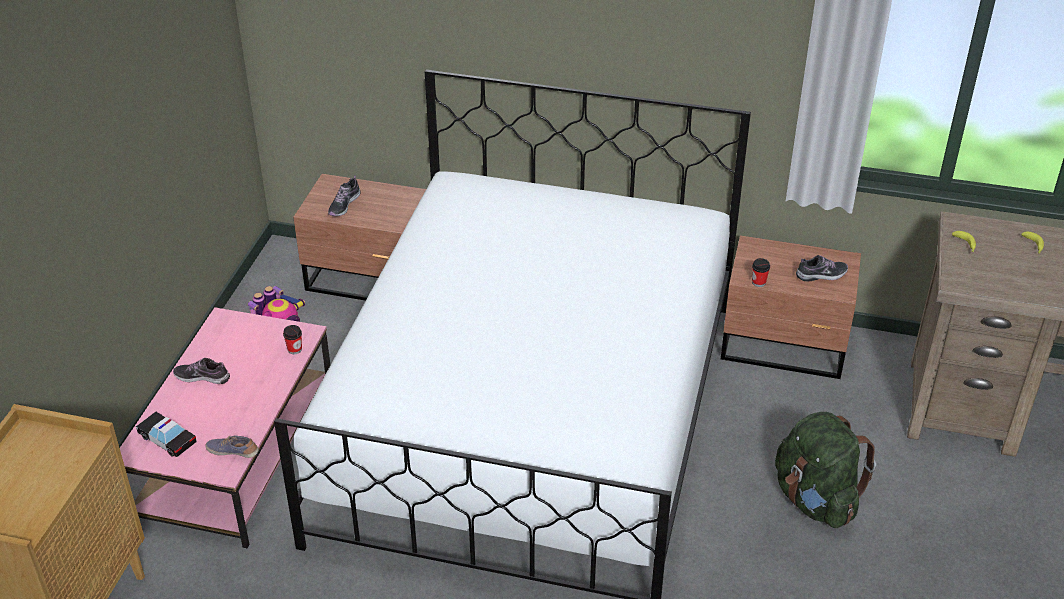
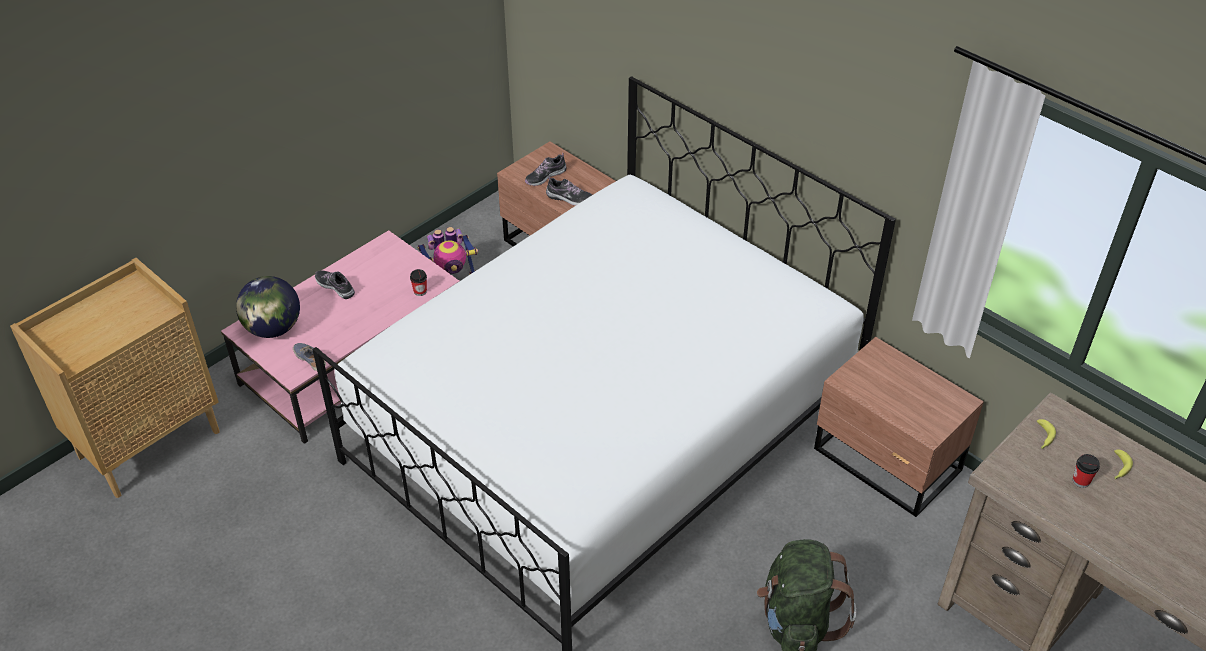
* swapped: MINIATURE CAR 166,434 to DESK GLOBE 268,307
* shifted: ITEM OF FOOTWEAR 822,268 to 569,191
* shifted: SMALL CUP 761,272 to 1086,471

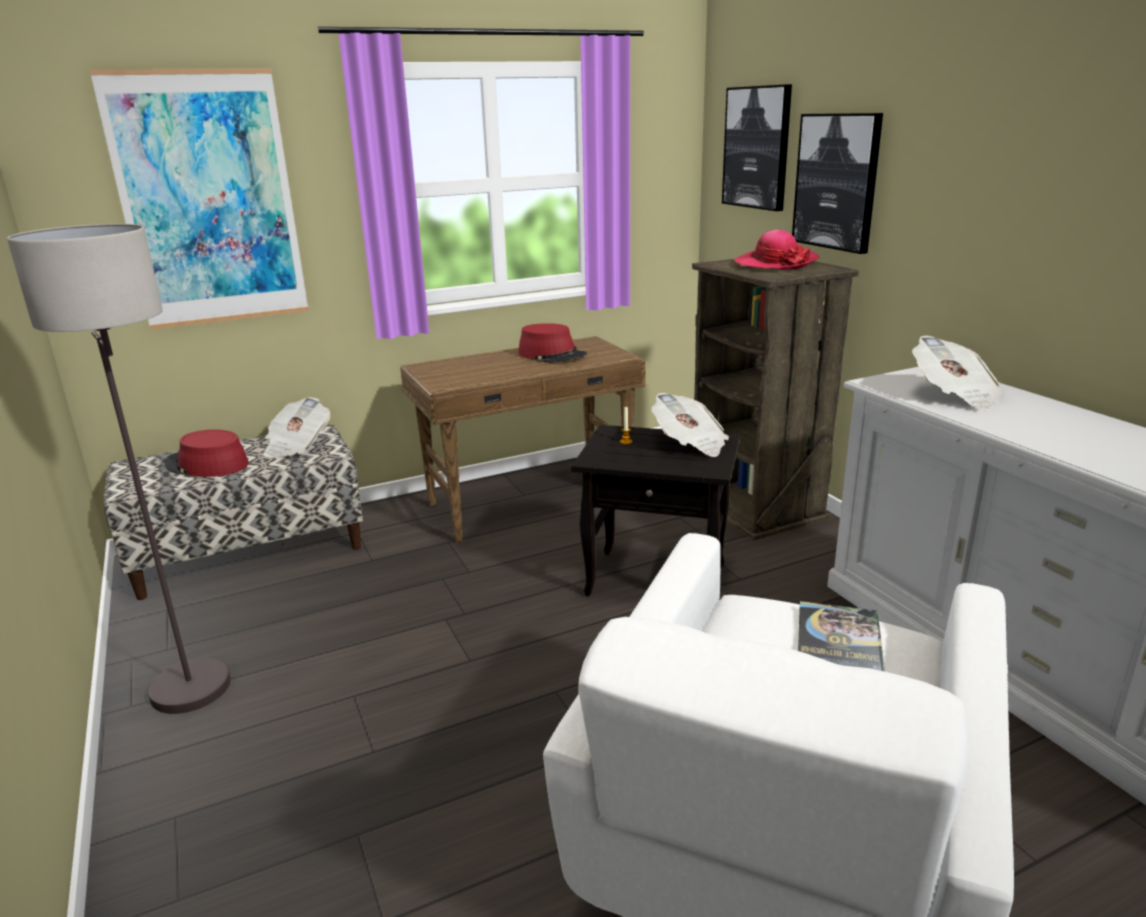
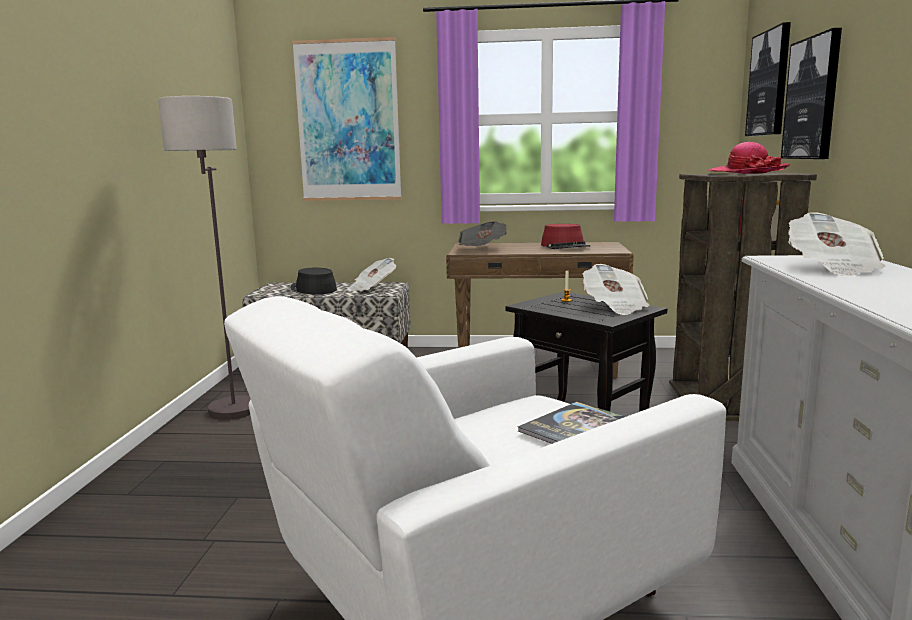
* repainted: REDDISH CLOTHING HAT 207,453 to BLACKISH CLOTHING HAT 313,281
* new: DAILY PAPER 482,233

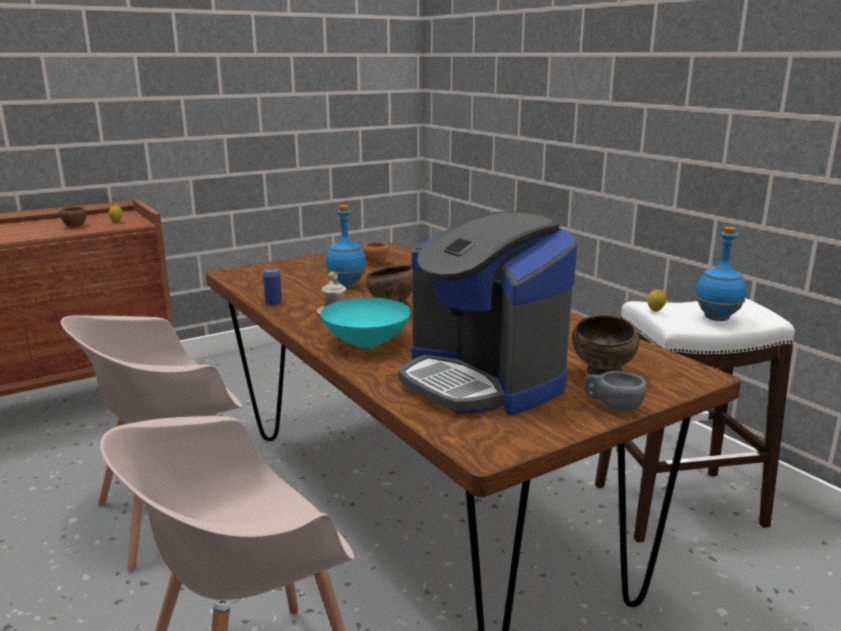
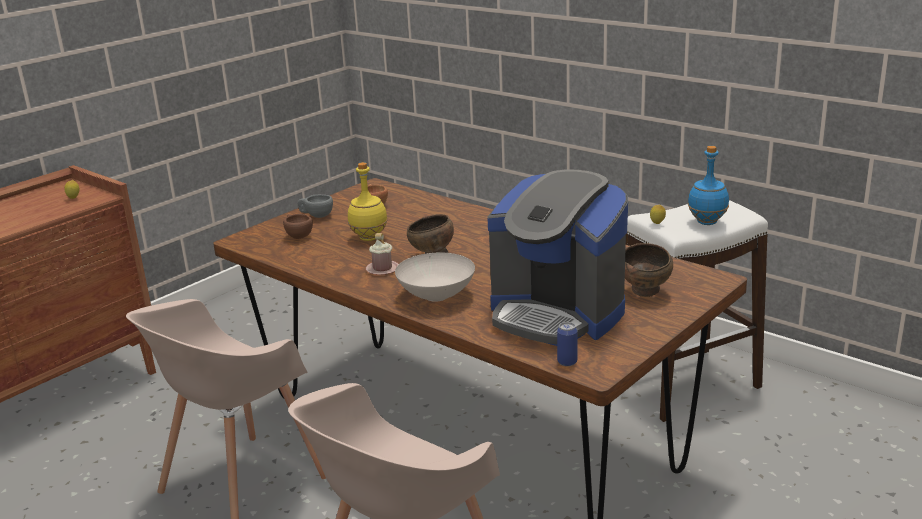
* shifted: BROWNISH SMALL CUP 73,217 to 298,226
* shifted: GREYISH SMALL CUP 615,391 to 315,206
* repainted: BLUISH DRINK BOTTLE 346,246 to YELLOW-COLOURED DRINK BOTTLE 368,201
* repainted: BLUE-GREEN SERVING BOWL 366,323 to WHITE SERVING BOWL 435,277
* shifted: CAN 272,287 to 567,344

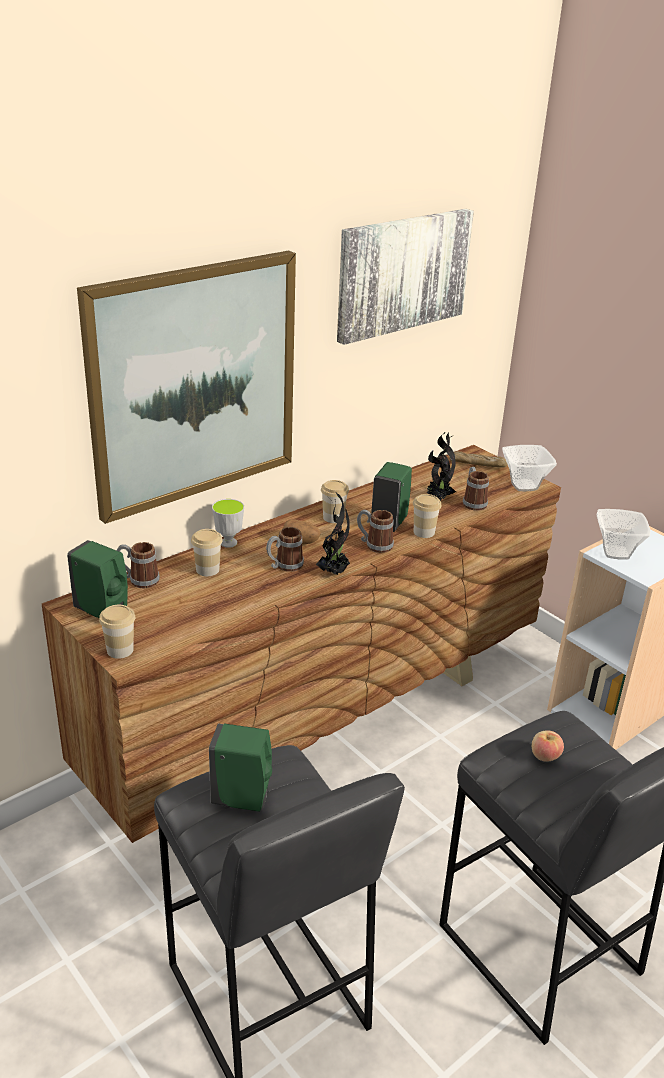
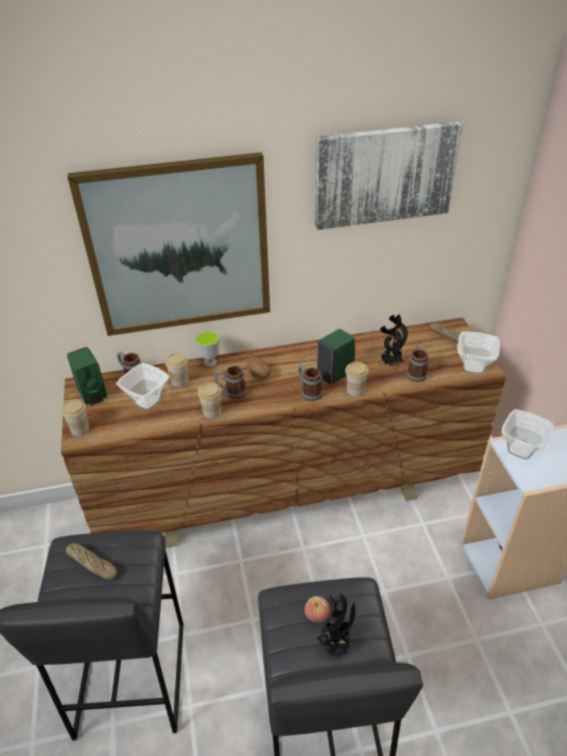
* swapped: GREEN-COLOURED SOAP DISPENSER 240,768 to BAKED BREAD 92,561
* new: SERVING BOWL 143,387
* shifted: SMALL CUP 335,501 to 210,400
* shifted: PLANT IN A POT 333,534 to 336,625

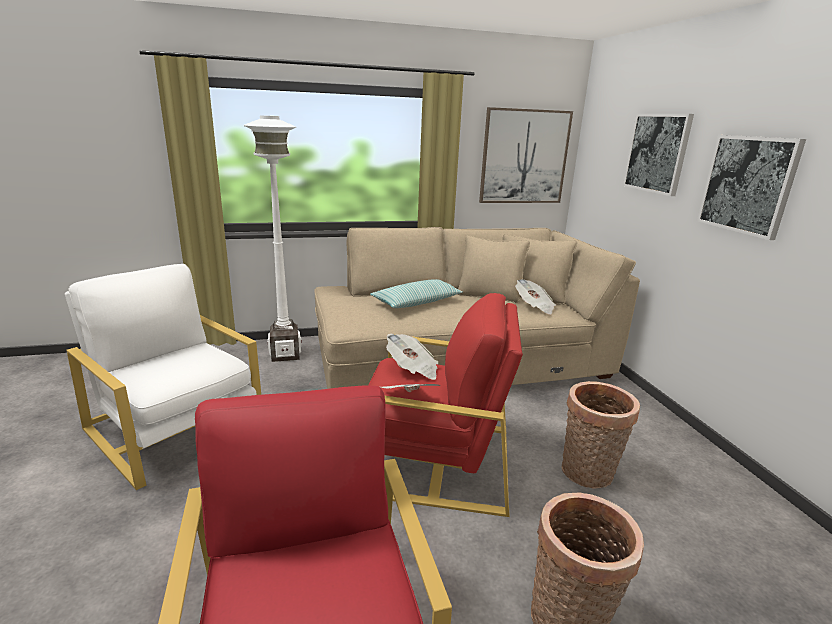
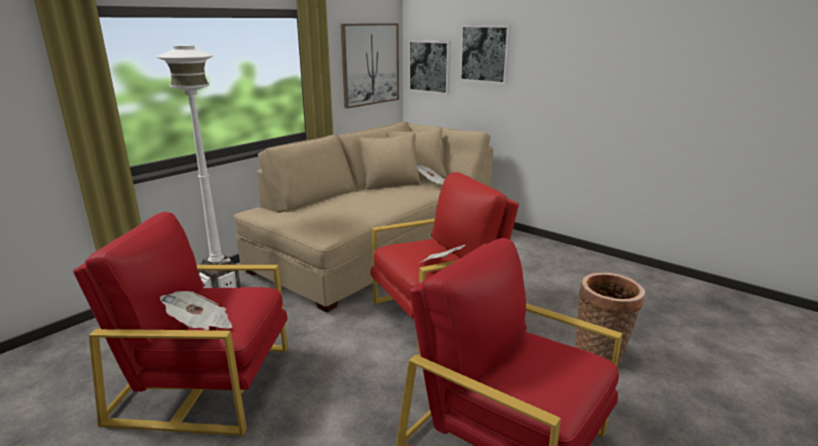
* repainted: WHITE LOUNGE CHAIR 163,377 to REDDISH LOUNGE CHAIR 180,324
* shifted: DAILY PAPER 412,356 to 196,310
* shifted: WALL PICTURE 751,187 to 430,67
* gone: PILLOW 416,293
* gone: BASKET 601,435

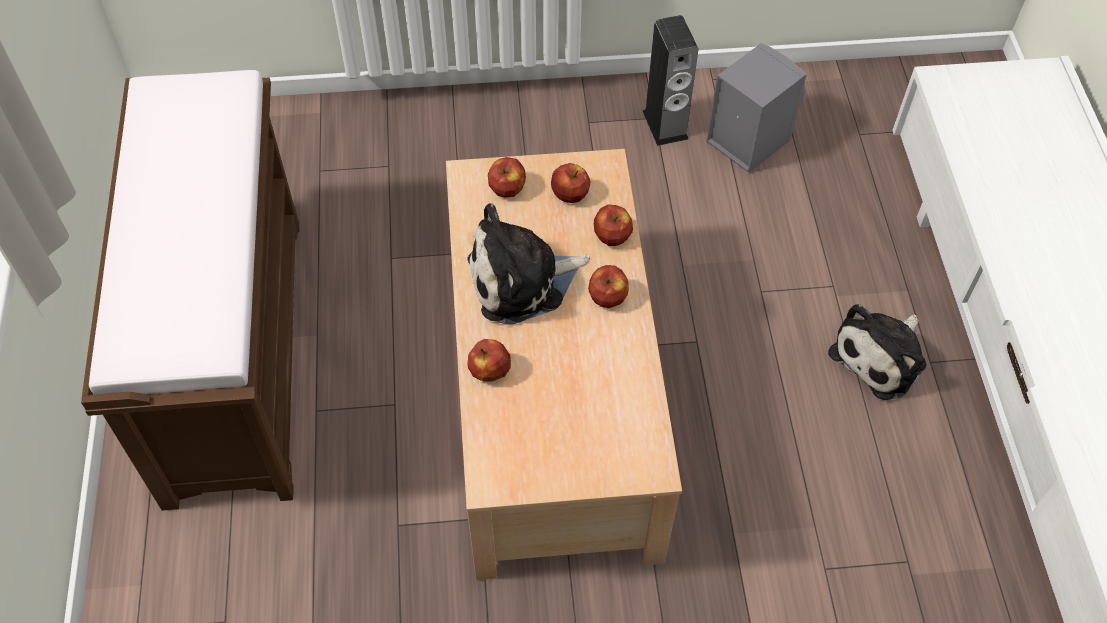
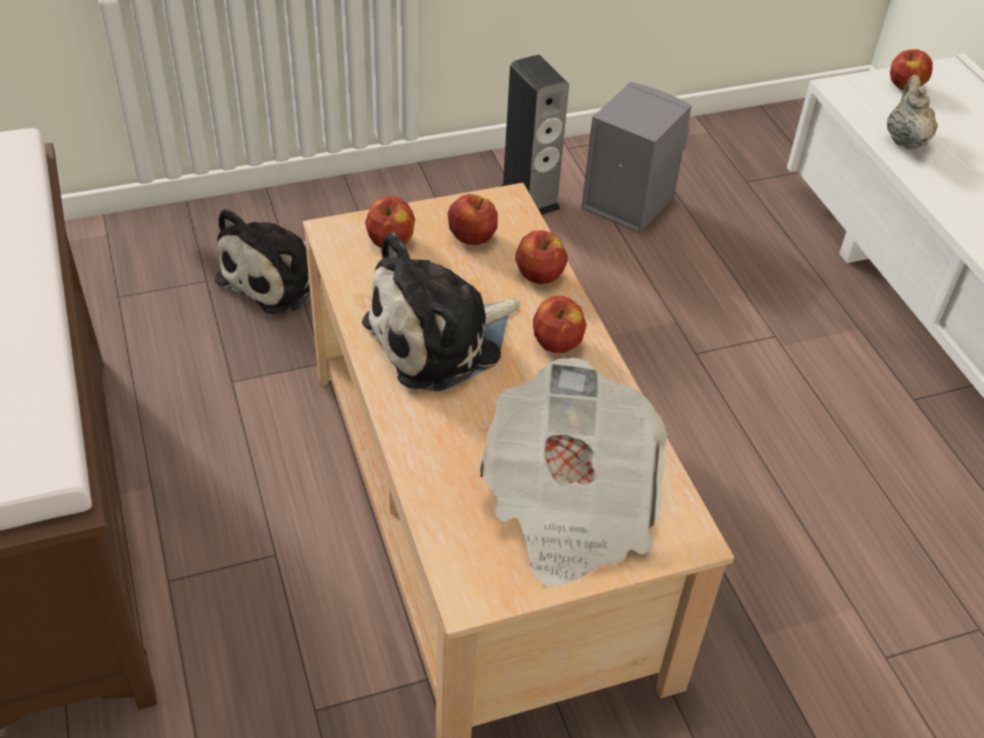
* shifted: SOFT TOY 877,352 to 263,261
* new: DAILY PAPER 573,472
* new: SAND-COLOURED TEAPOT 912,112
* shifted: APPLE FRUIT 489,360 to 911,69

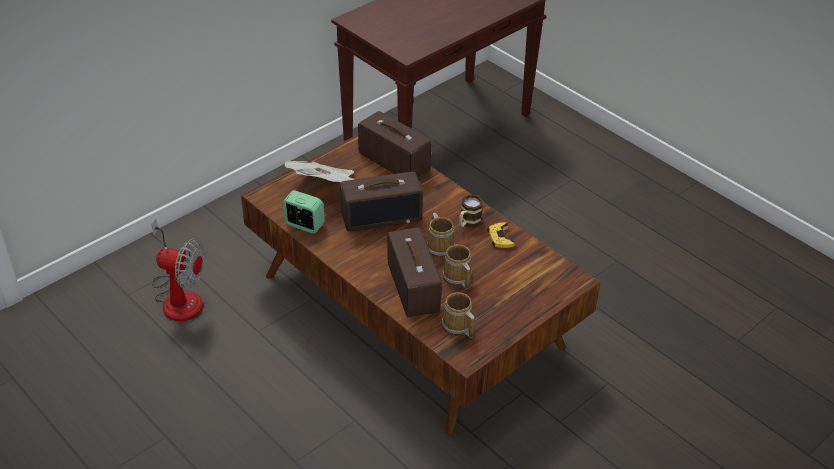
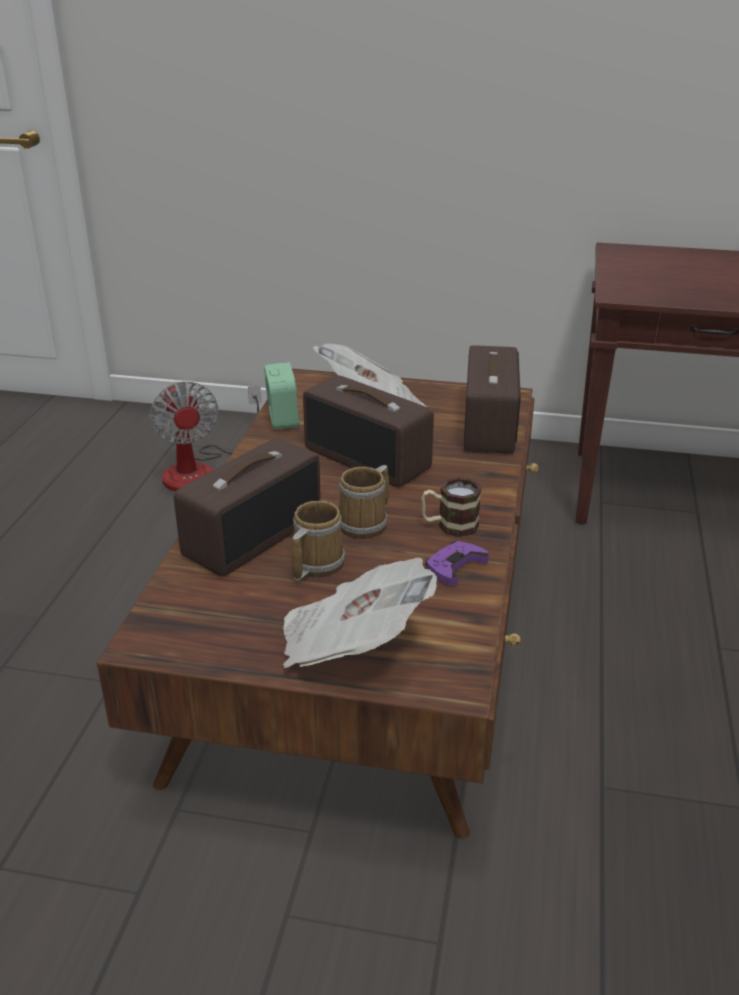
* new: DAILY PAPER 360,613
* repainted: YELLOW-COLOURED GAME CONTROLLER 501,235 to PURPLE GAME CONTROLLER 457,563
* gone: COFFEE MUG 458,315

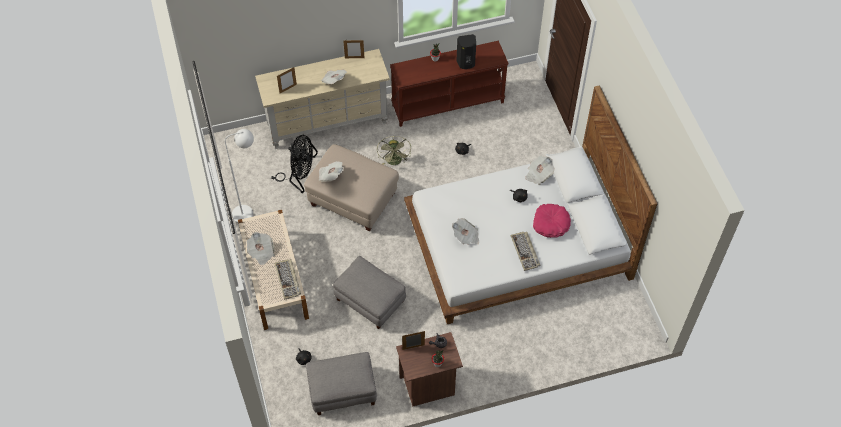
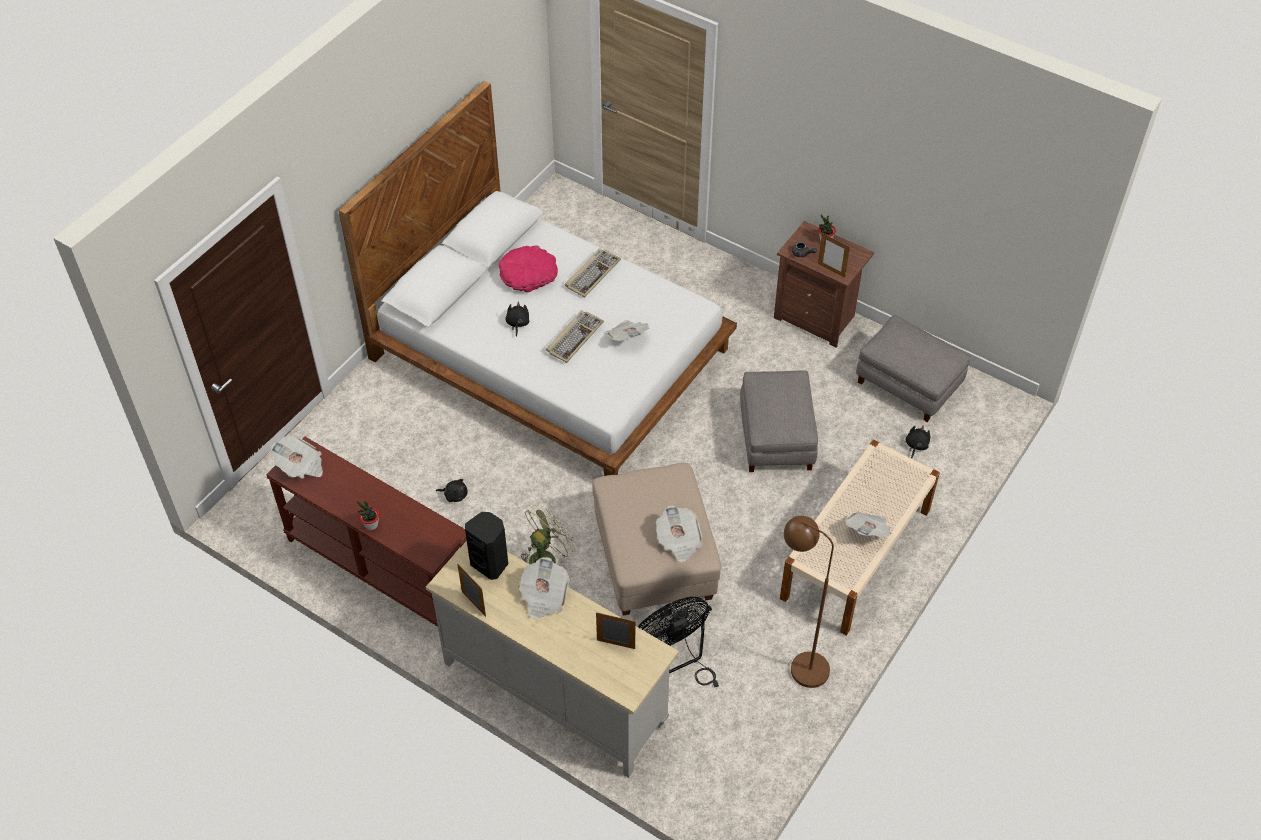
* shifted: DAILY PAPER 539,170 to 297,457
* shifted: BLACKISH SPEAKER 466,51 to 486,546
* shifted: PC KEYBOARD 287,279 to 575,336
* repainted: WHITE STANDING LAMP 239,176 to BROWNISH STANDING LAMP 809,602

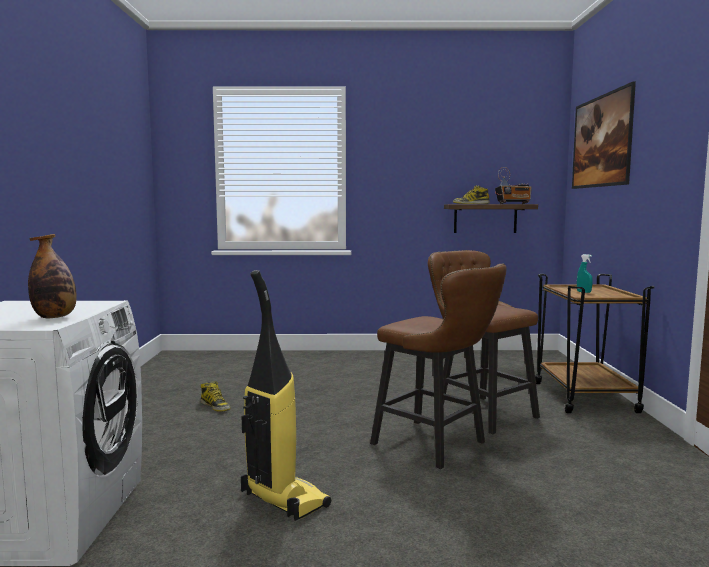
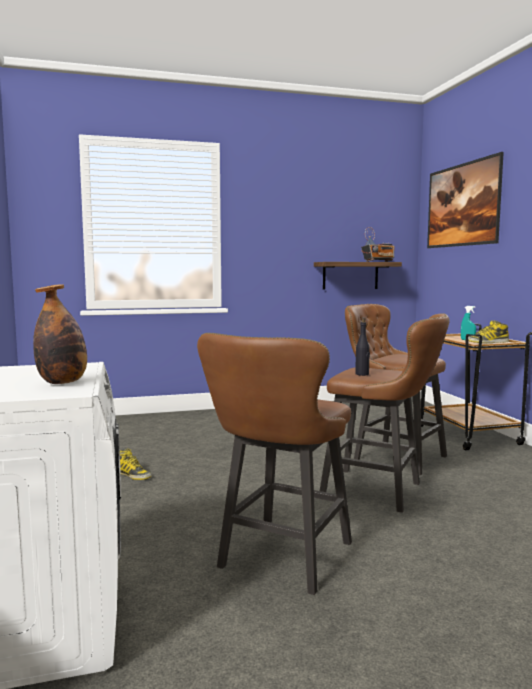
* swapped: HOOVER 286,395 to BROWNISH STOOL SEAT 274,464
* new: BLACKISH DRINK BOTTLE 362,346
* shifted: TALL BOOT 471,194 to 488,331

